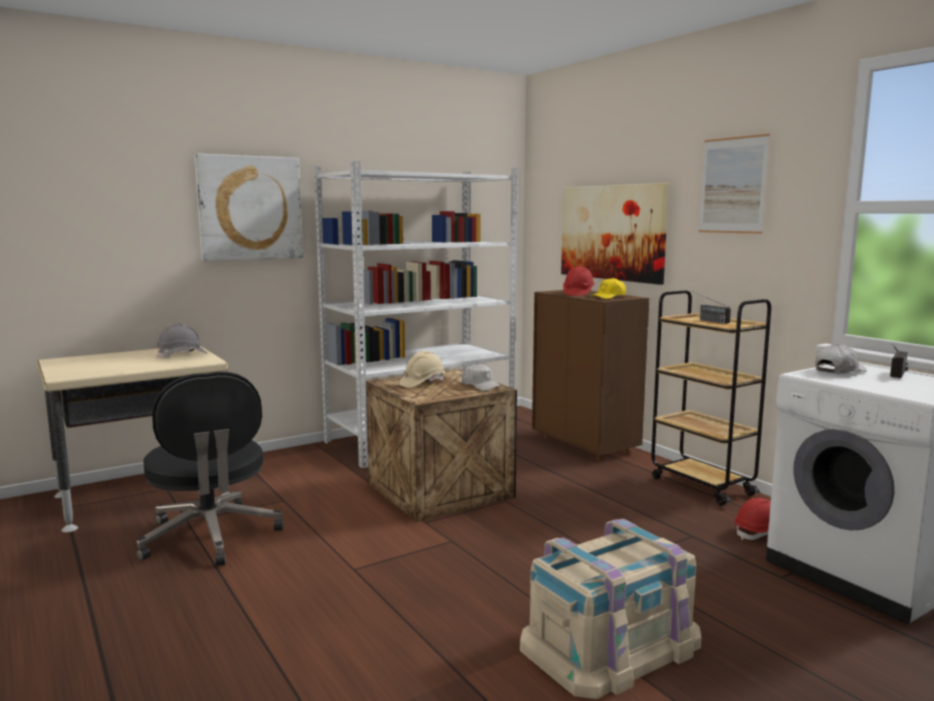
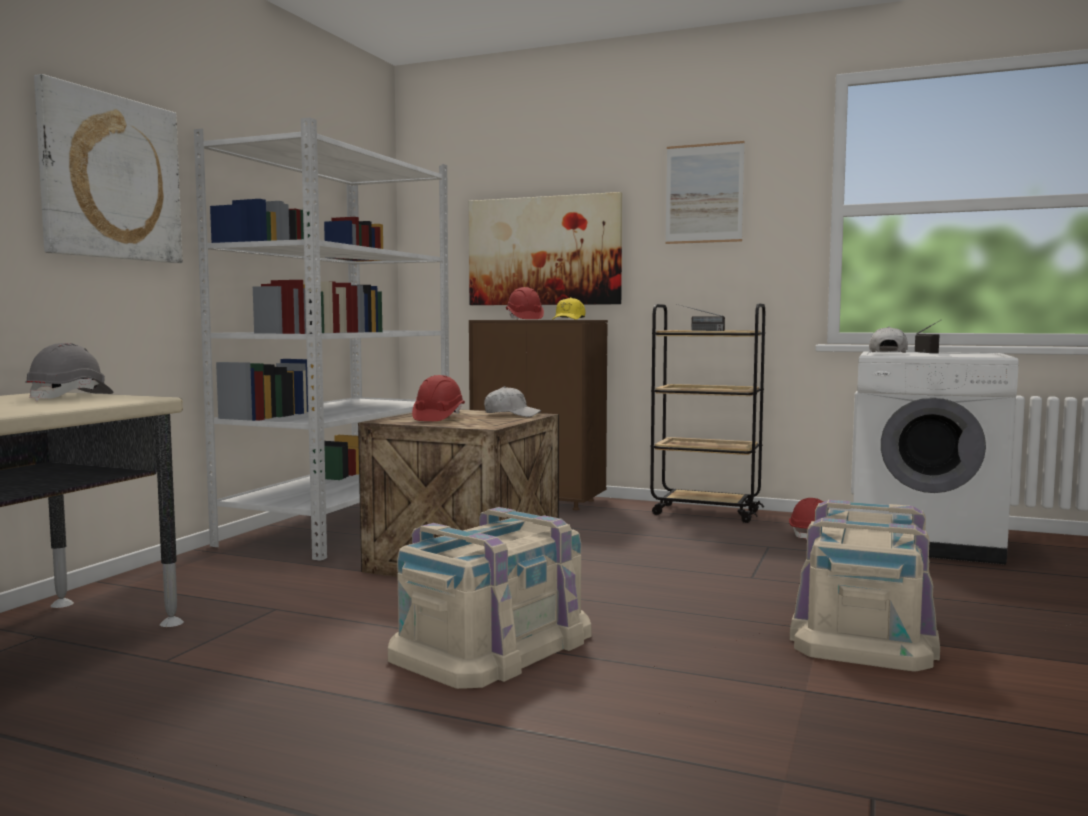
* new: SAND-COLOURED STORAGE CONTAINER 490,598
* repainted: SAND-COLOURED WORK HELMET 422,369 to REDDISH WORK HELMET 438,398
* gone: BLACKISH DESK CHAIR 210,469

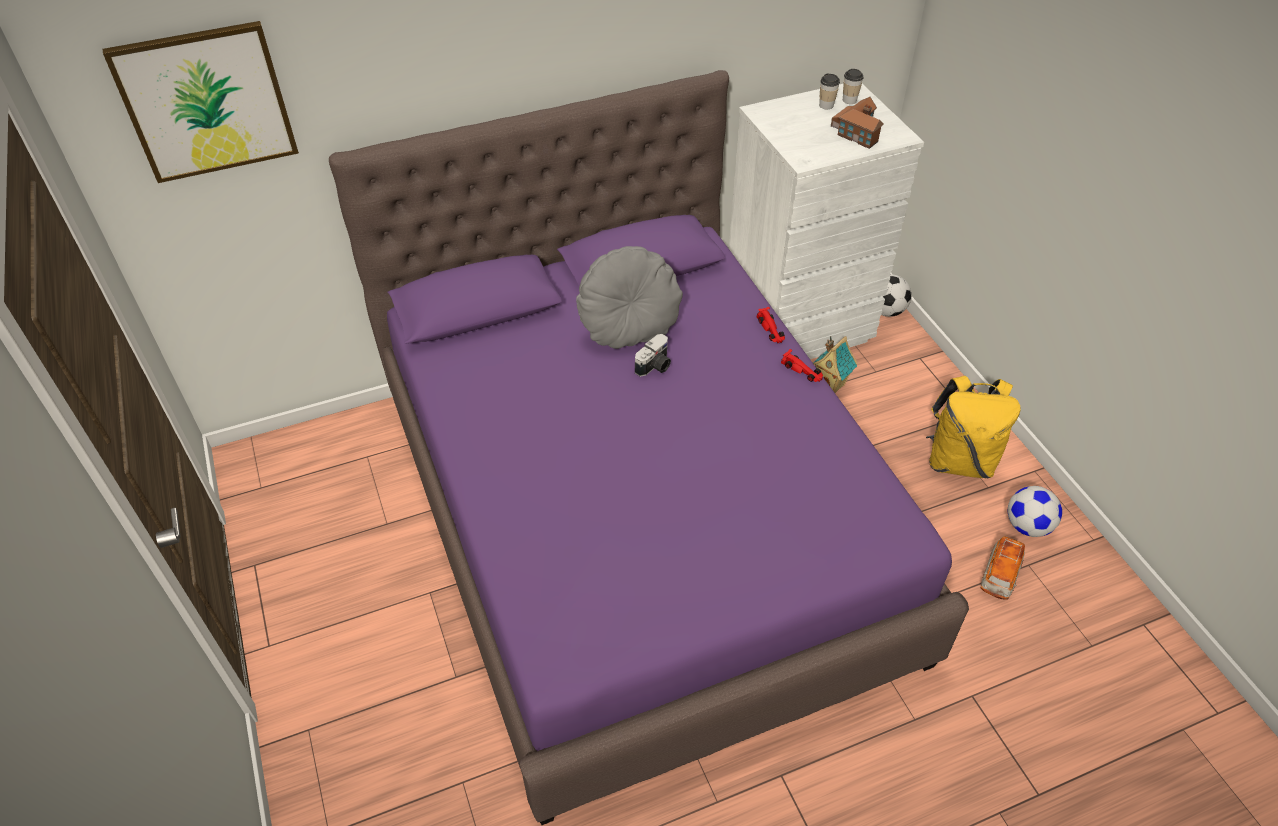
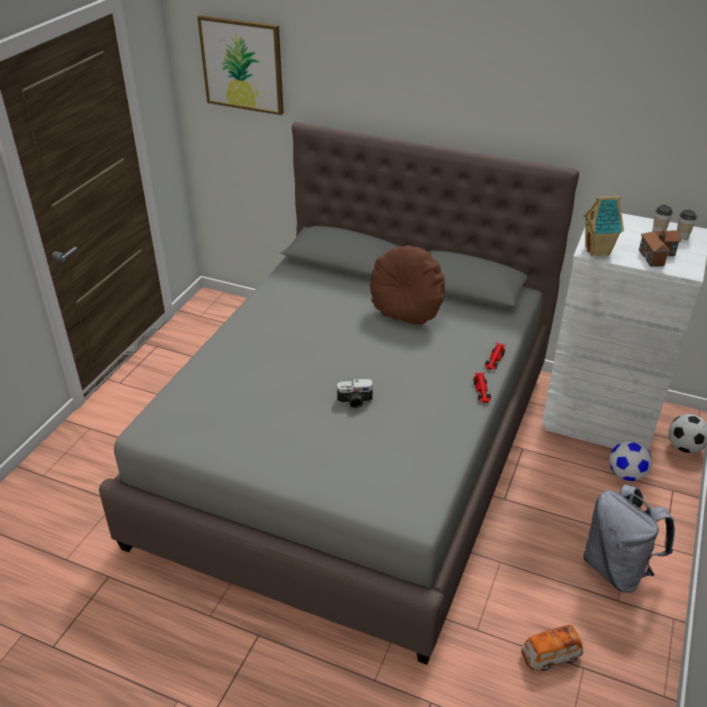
* repainted: PURPLE BEDROOM BED 649,447 to GREYISH BEDROOM BED 339,393
* shifted: STILL CAMERA 653,355 to 355,393
* repainted: GREYISH PILLOW 629,297 to BROWNISH PILLOW 407,285
* repainted: YELLOW-COLOURED KNAPSACK 973,427 to GREYISH KNAPSACK 629,538
* shifted: TOY HOUSE 835,364 to 604,225
* shifted: FOOTBALL BALL 1035,511 to 630,461

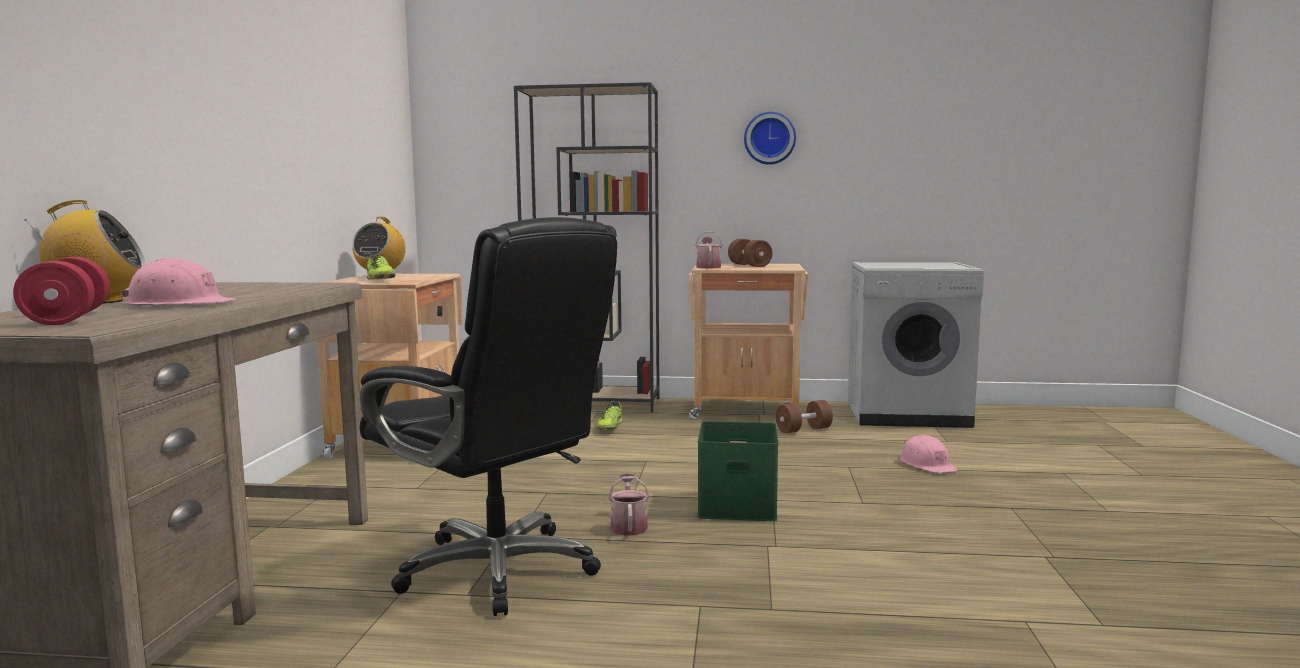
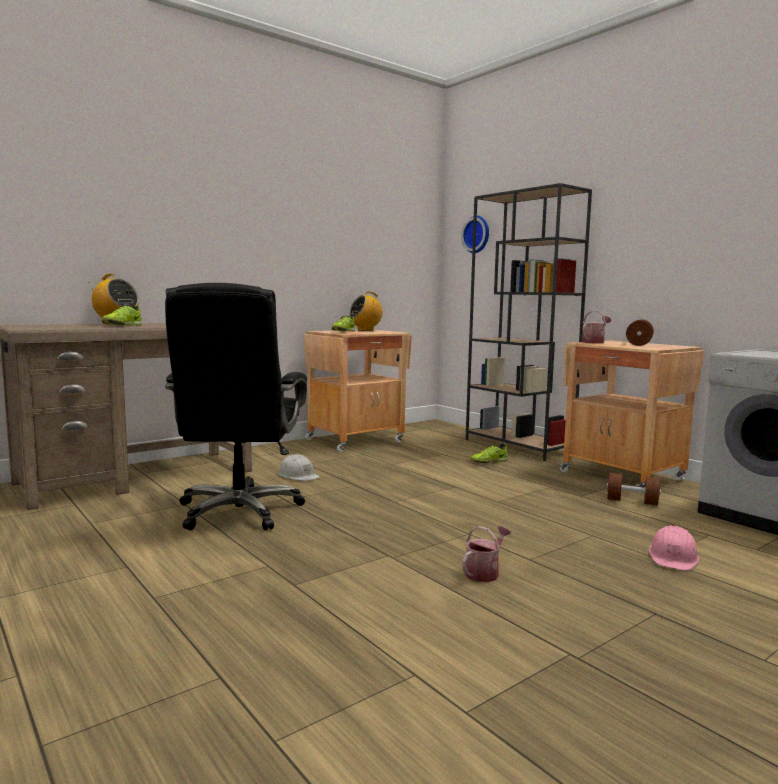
* swapped: PINK-COLOURED WORK HELMET 178,281 to ITEM OF FOOTWEAR 122,315
* new: WHITE WORK HELMET 299,467
* shifted: HANGING CLOCK 770,138 to 475,234
* shifted: WATERING POT 628,505 to 486,554
* gone: REDDISH HAND WEIGHT 61,291
* gone: GREEN-COLOURED STORAGE CONTAINER 737,471

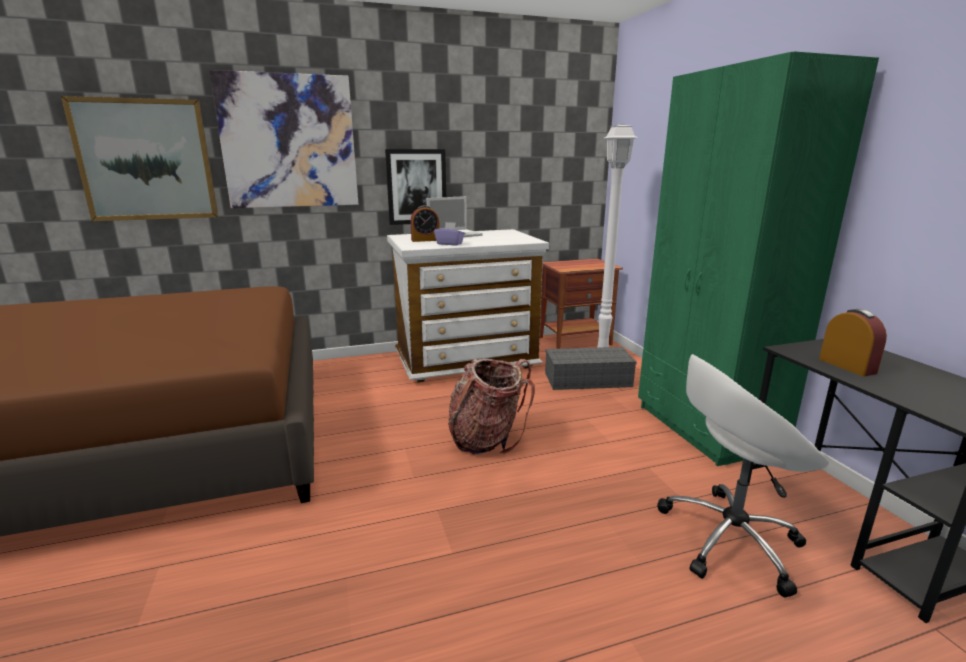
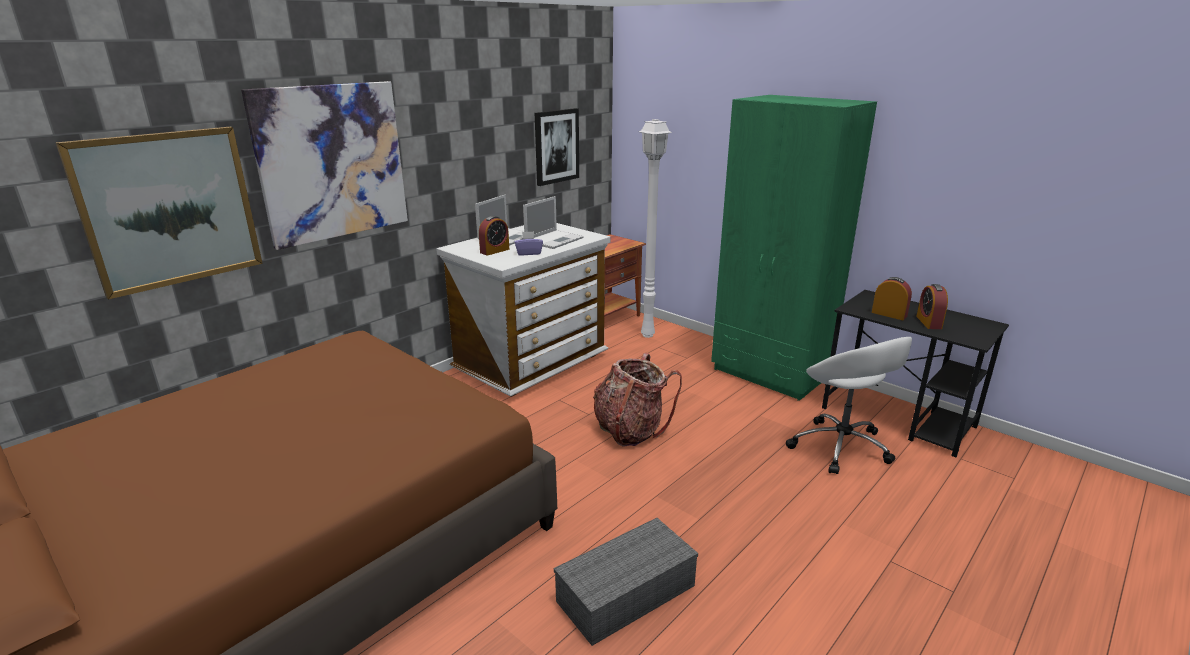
* new: PORTABLE COMPUTER 553,222
* shifted: WALL PICTURE 415,187 to 557,147
* shifted: GREYISH STORAGE CONTAINER 591,368 to 626,582
* rotated: WHITE DESK CHAIR 743,475 = 849,405 75 degrees counterclockwise
* new: TABLE CLOCK 932,306

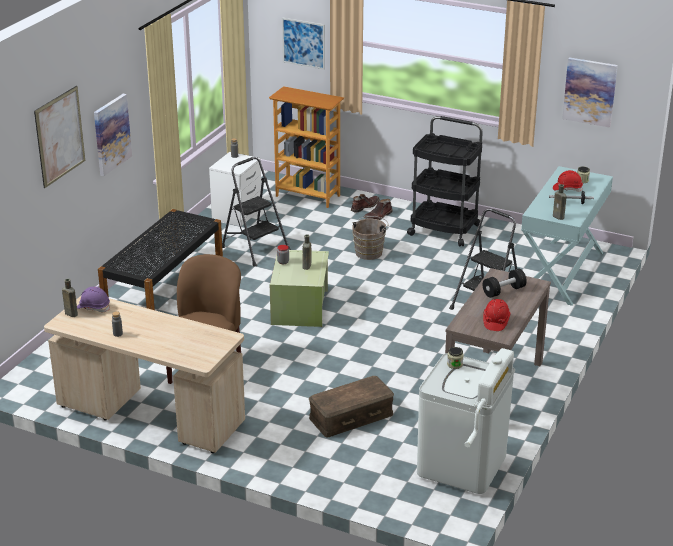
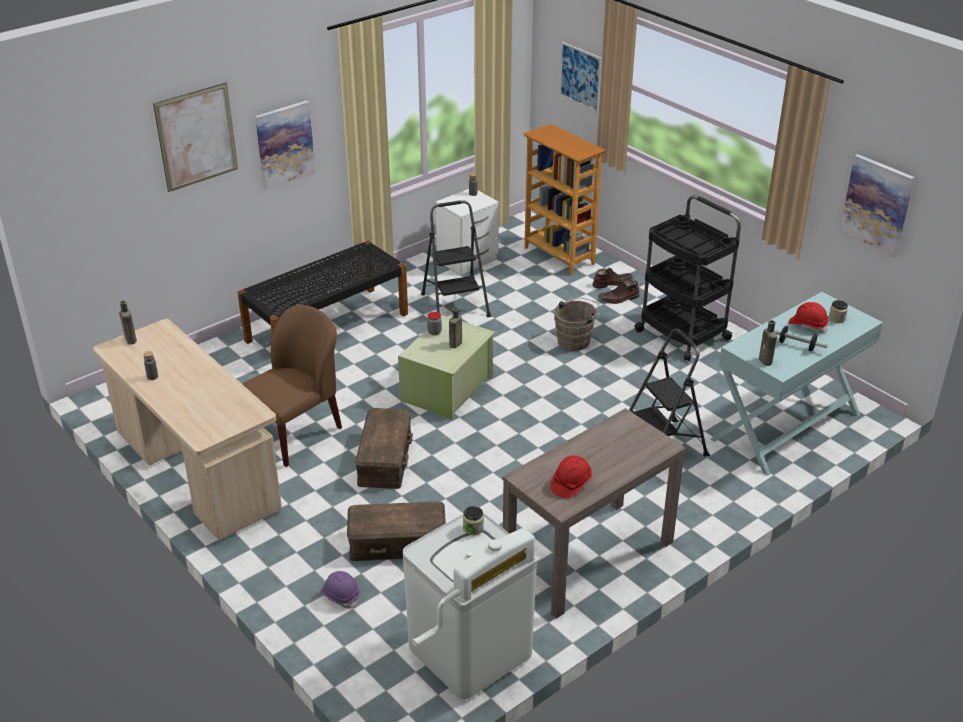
* shifted: PURPLE WORK HELMET 93,299 to 340,589
* new: BROWNISH STORAGE CONTAINER 384,448
* gone: BLACKISH HAND WEIGHT 505,283

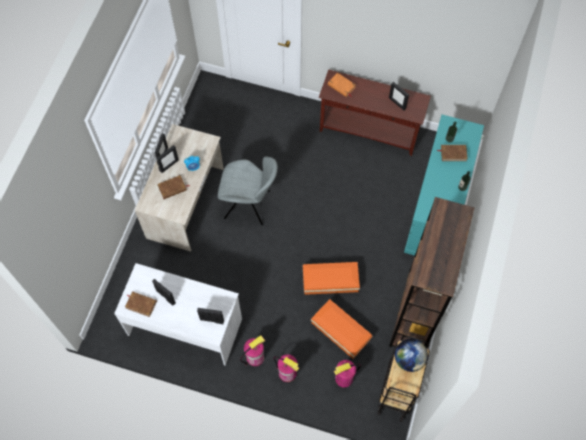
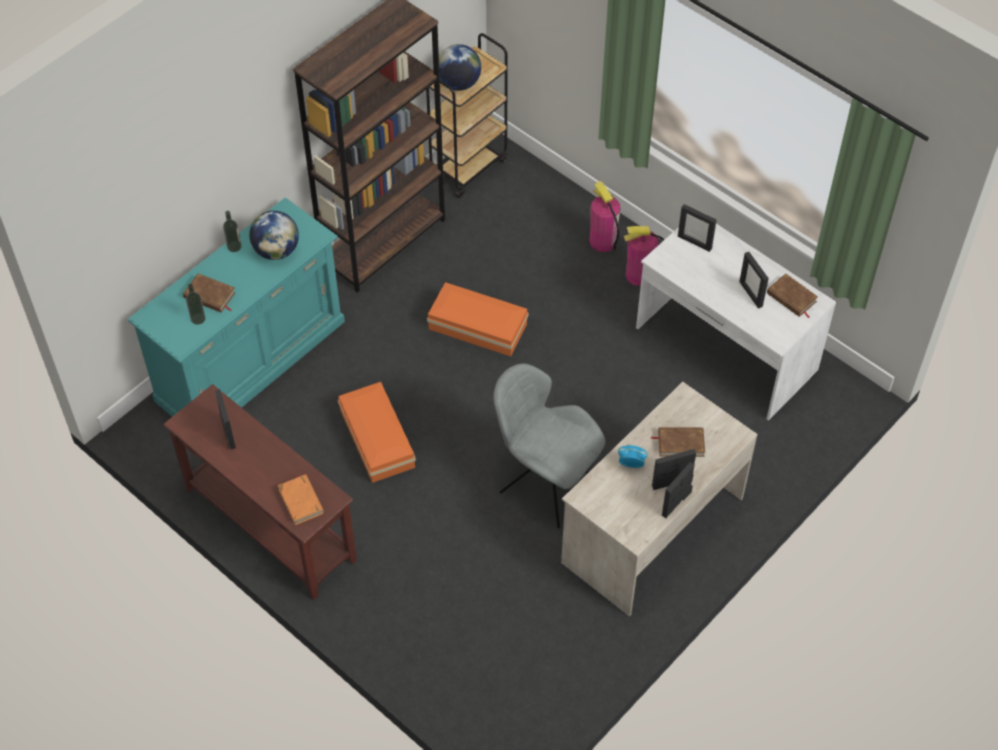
* new: DESK GLOBE 274,235
* shifted: ORANGEY STORAGE CONTAINER 342,329 to 377,432
* gone: EXTINGUISHER 347,373

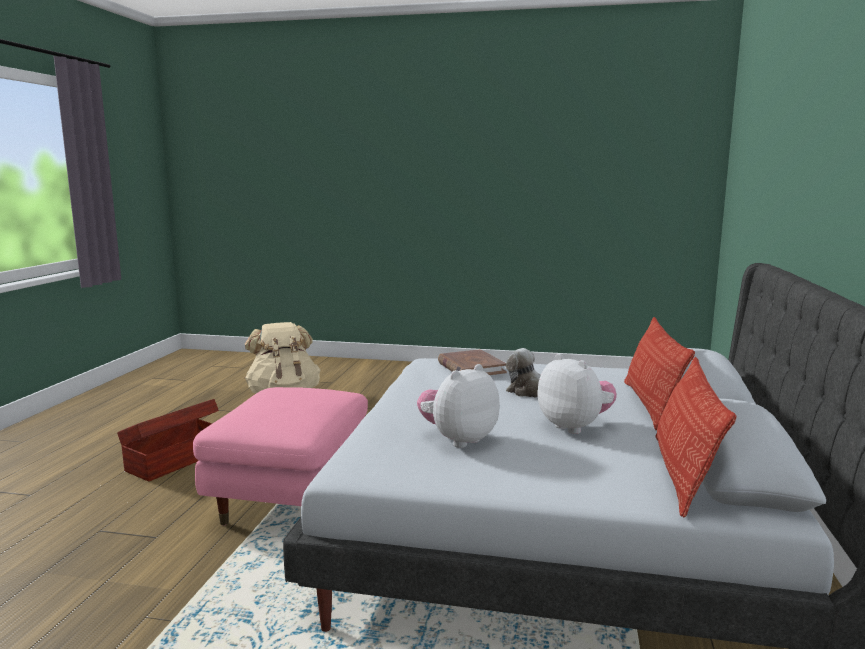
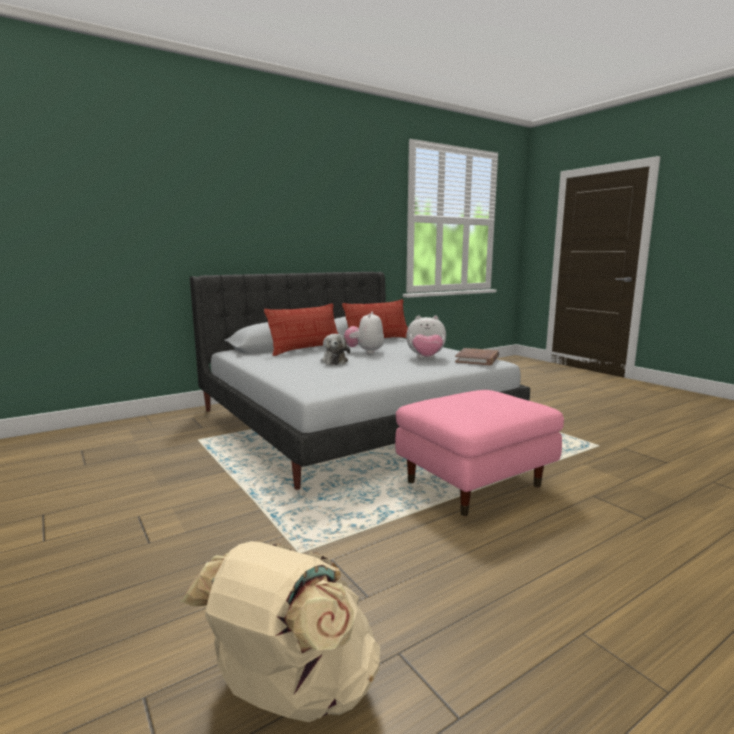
* shifted: BROWNISH VOLUME 472,362 to 477,356
* gone: BROWNISH STORAGE CONTAINER 168,440

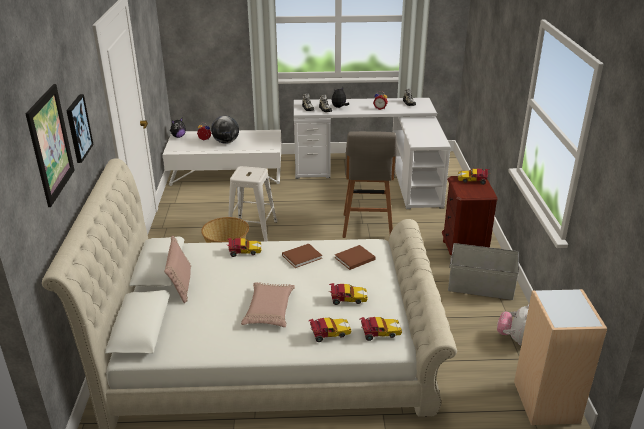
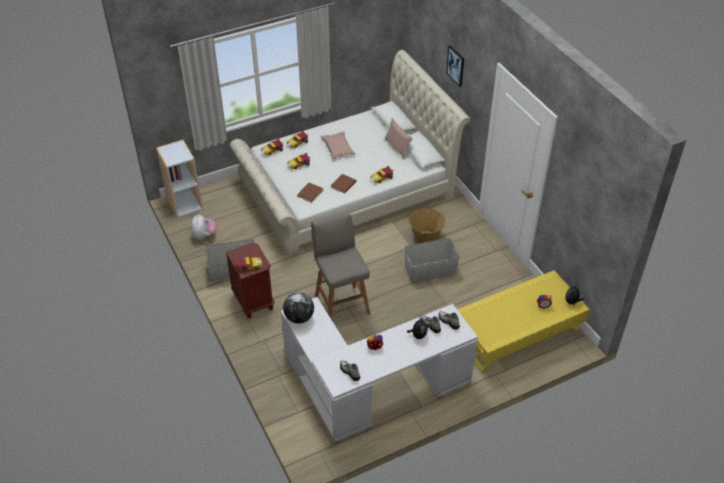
* shifted: DESK GLOBE 225,130 to 298,307
* swapped: WHITE STOOL SEAT 253,203 to GREYISH STORAGE CONTAINER 432,260
* repainted: WHITE LOW TABLE 222,158 to YELLOW-COLOURED LOW TABLE 523,321
* gone: WALL PICTURE 50,145

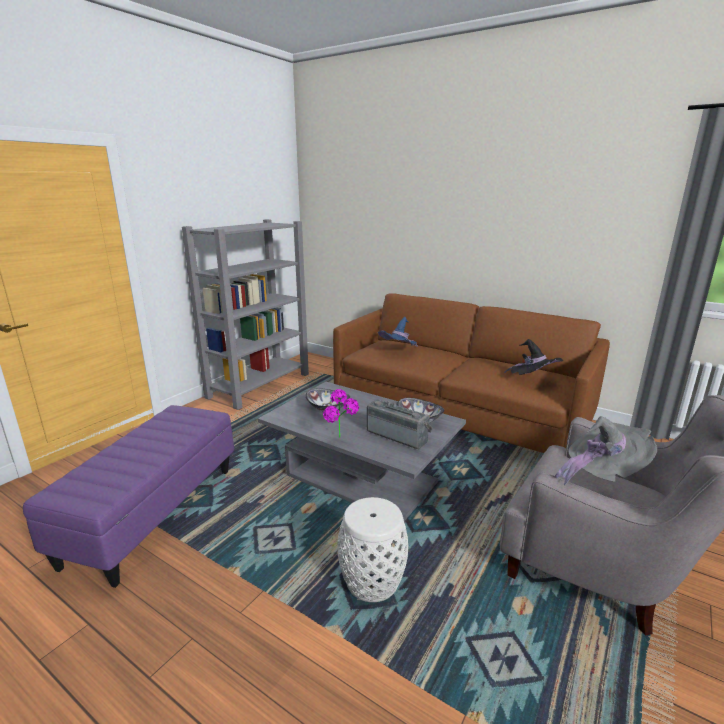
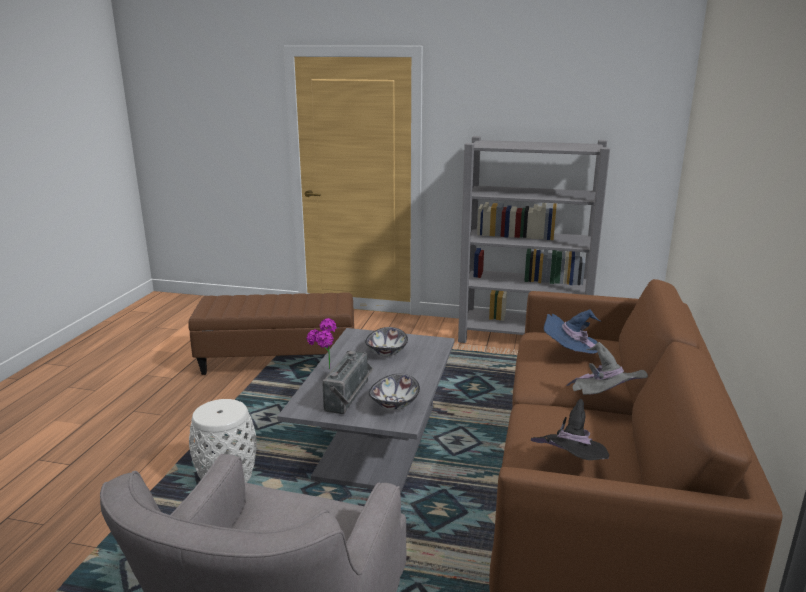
* repainted: PURPLE OTTOMAN 128,496 to BROWNISH OTTOMAN 271,333
* shifted: GREYISH CLOTHING HAT 606,450 to 607,368

